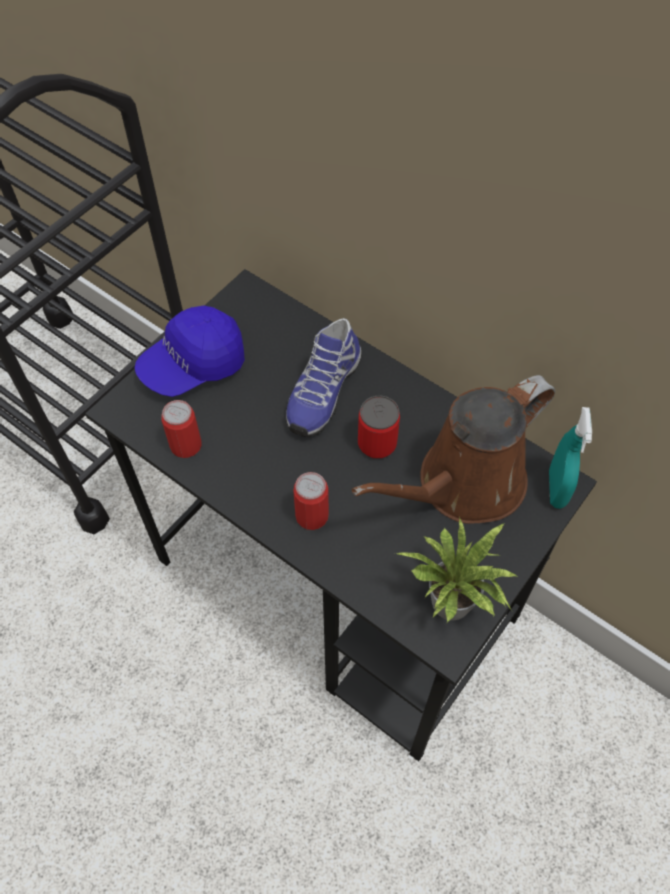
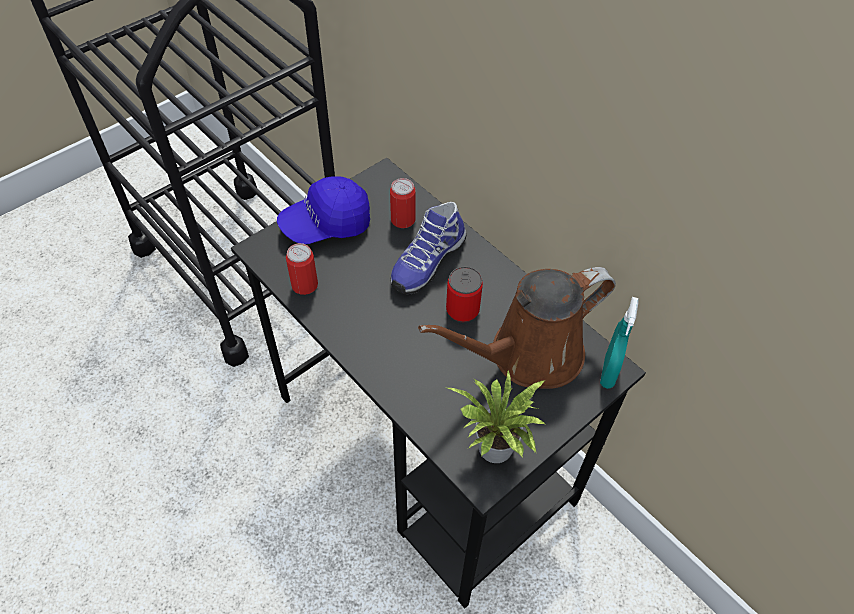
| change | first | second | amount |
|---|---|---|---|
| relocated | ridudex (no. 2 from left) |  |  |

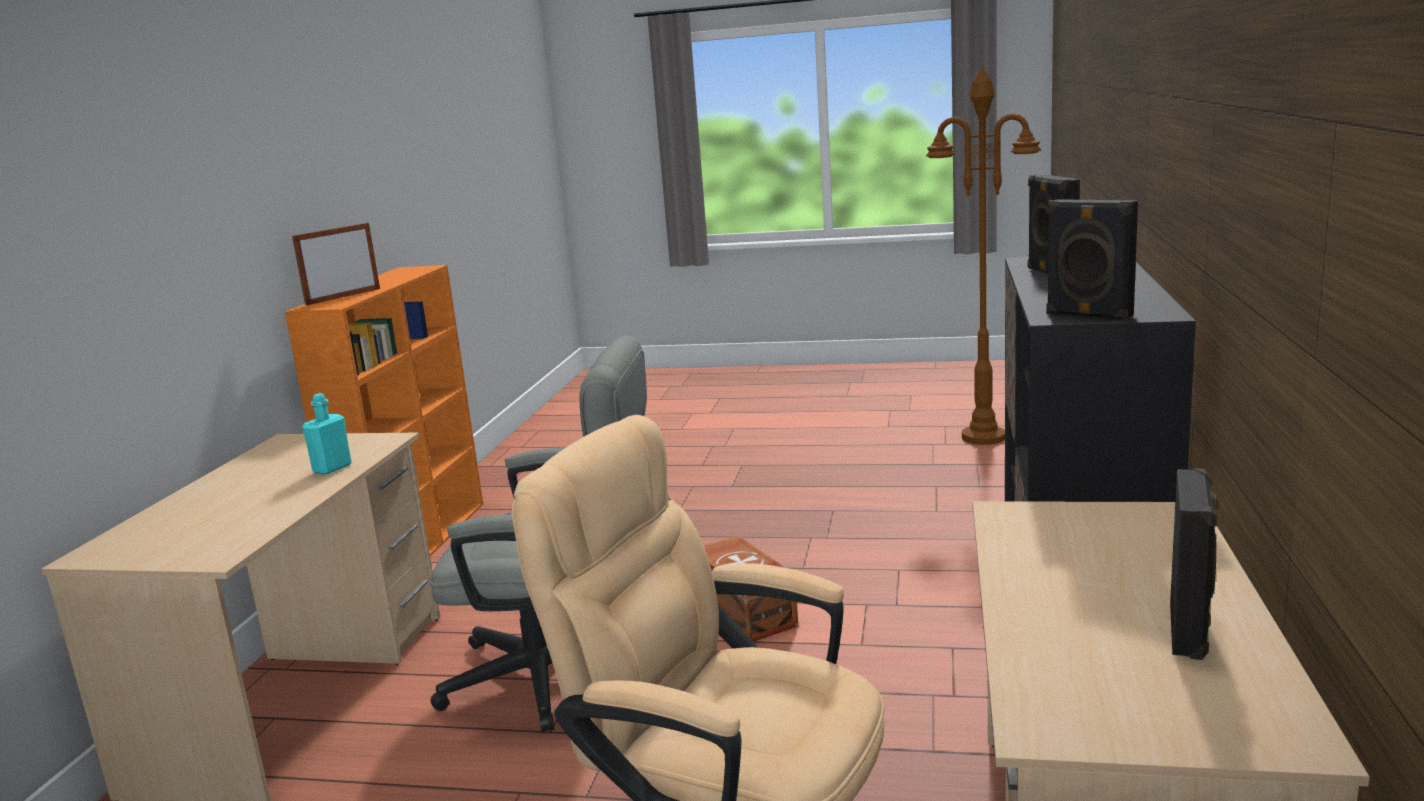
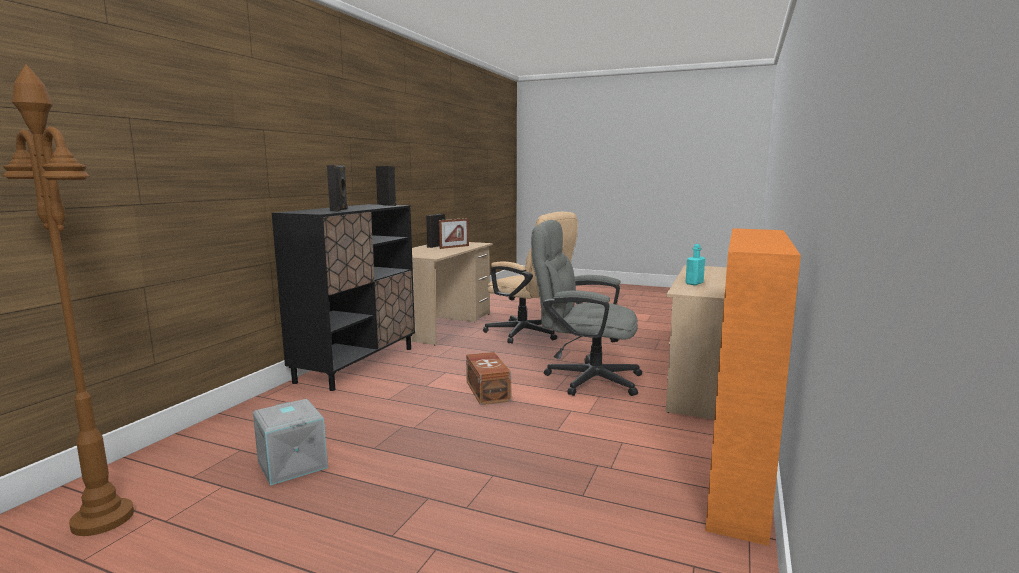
| change | first | second | amount |
|---|---|---|---|
| relocated | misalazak |  |  |
| appeared |  | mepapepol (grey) |  |

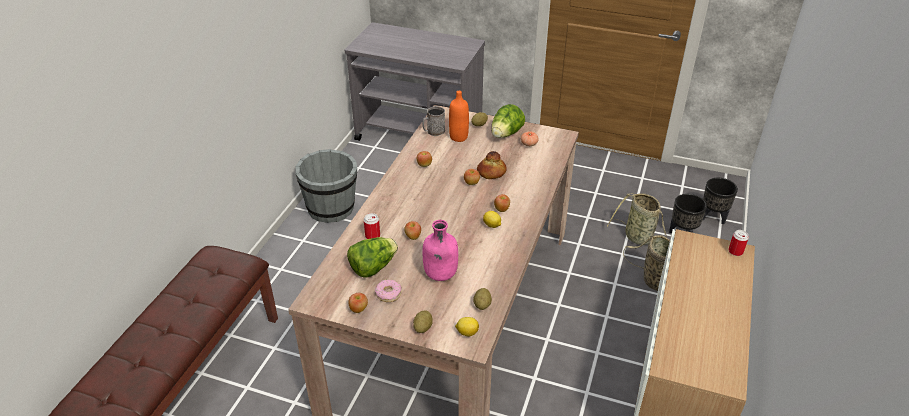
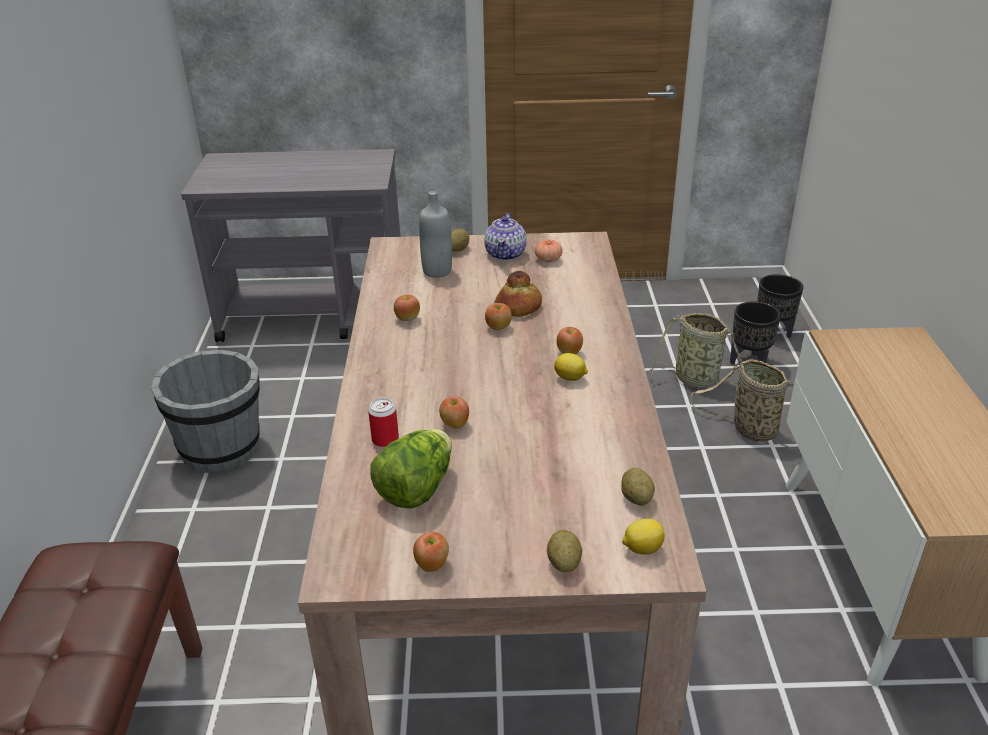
| change | first | second | amount |
|---|---|---|---|
| colour | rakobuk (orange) | rakobuk (grey) |  |
| exchanged | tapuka (no. 2 from left) | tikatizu |  |
| missing | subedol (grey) |  |  |
| missing | rakobuk (pink) |  |  |
| missing | ridudex (no. 2 from left) |  |  |
| missing | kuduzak |  |  |

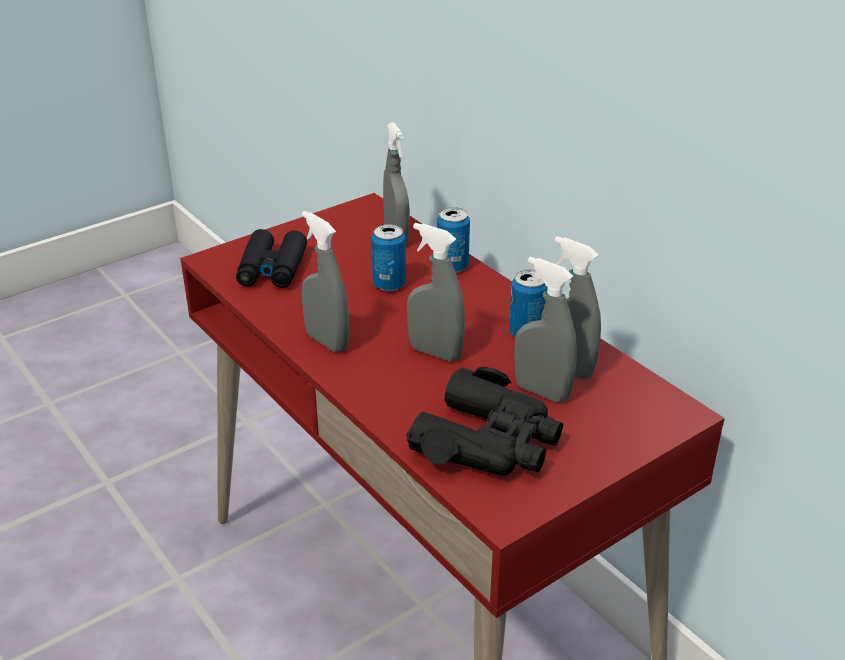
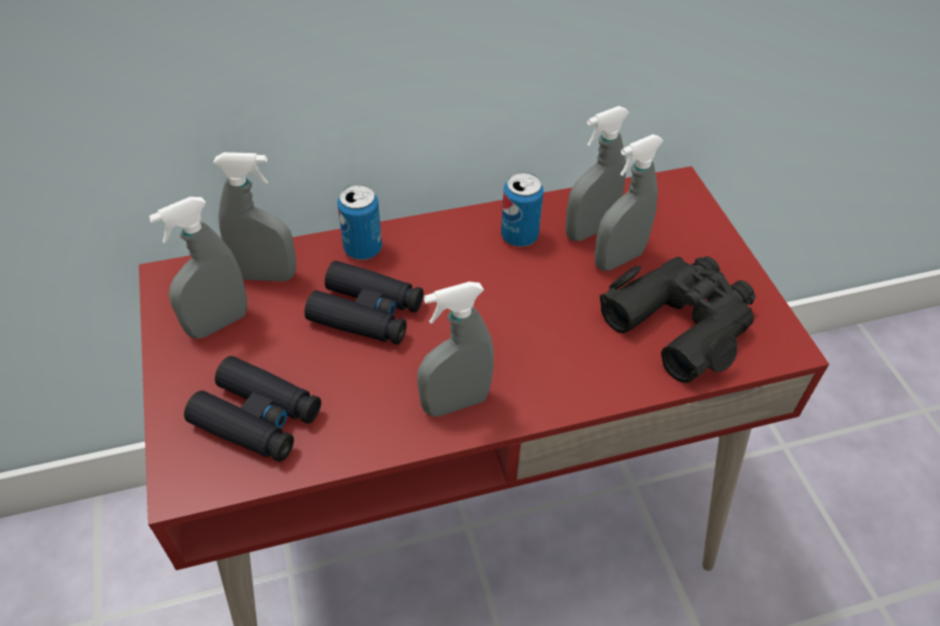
| change | first | second | amount |
|---|---|---|---|
| relocated | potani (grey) (no. 3 from left in the first image) | potani (grey) (no. 1 from left) |  |
| exchanged | ridudex (no. 1 from left) | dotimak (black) (no. 2 from left) |  |

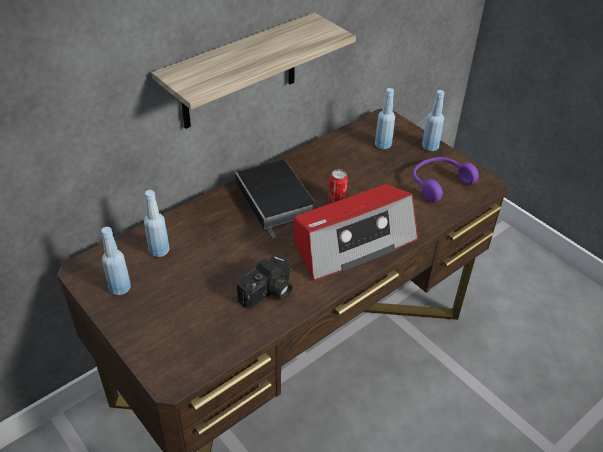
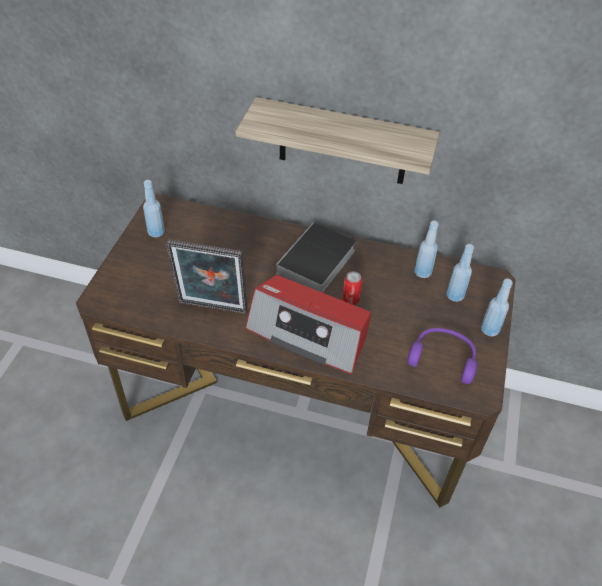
| change | first | second | amount |
|---|---|---|---|
| relocated | rakobuk (blue) (no. 2 from left) |  |  |
| exchanged | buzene | misalazak |  |

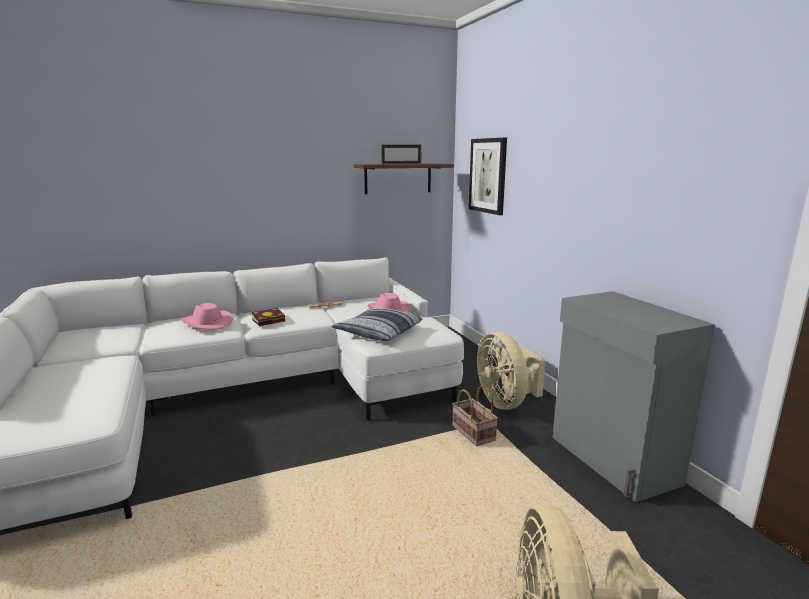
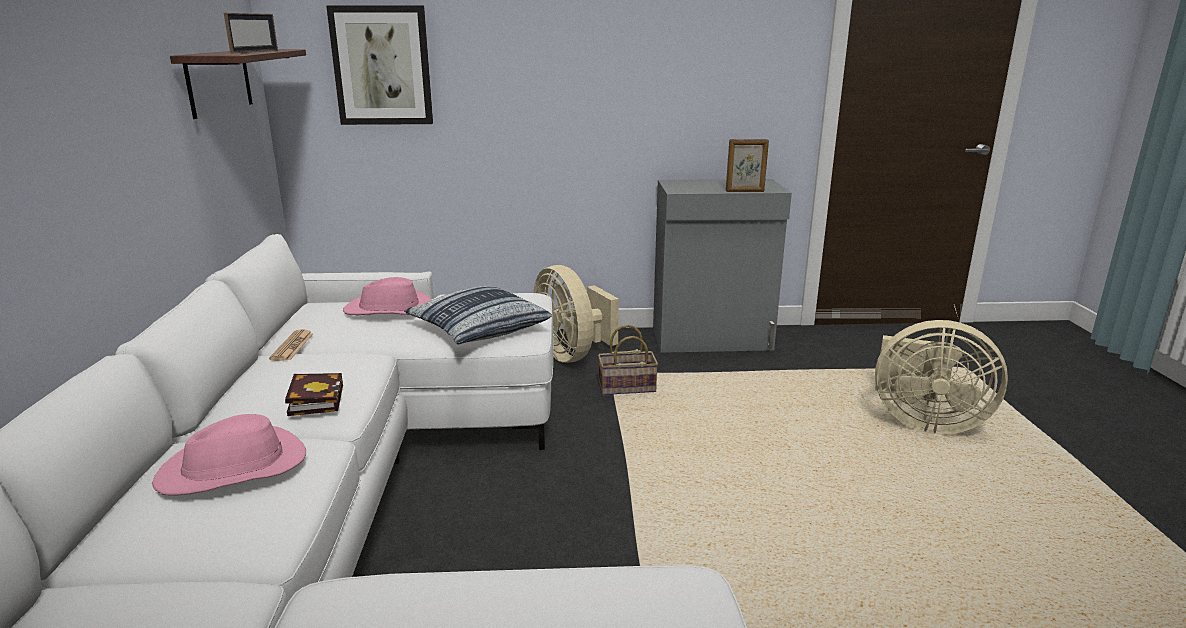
| change | first | second | amount |
|---|---|---|---|
| spun | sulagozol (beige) (no. 1 from left) |  | 60 degrees clockwise |
| appeared |  | misalazak (no. 2 from left) |  |

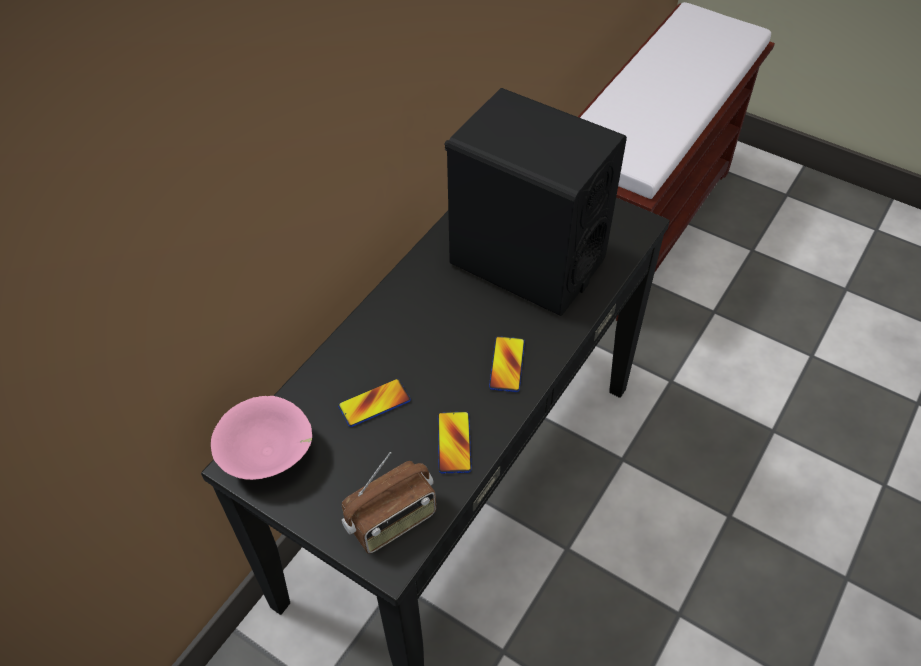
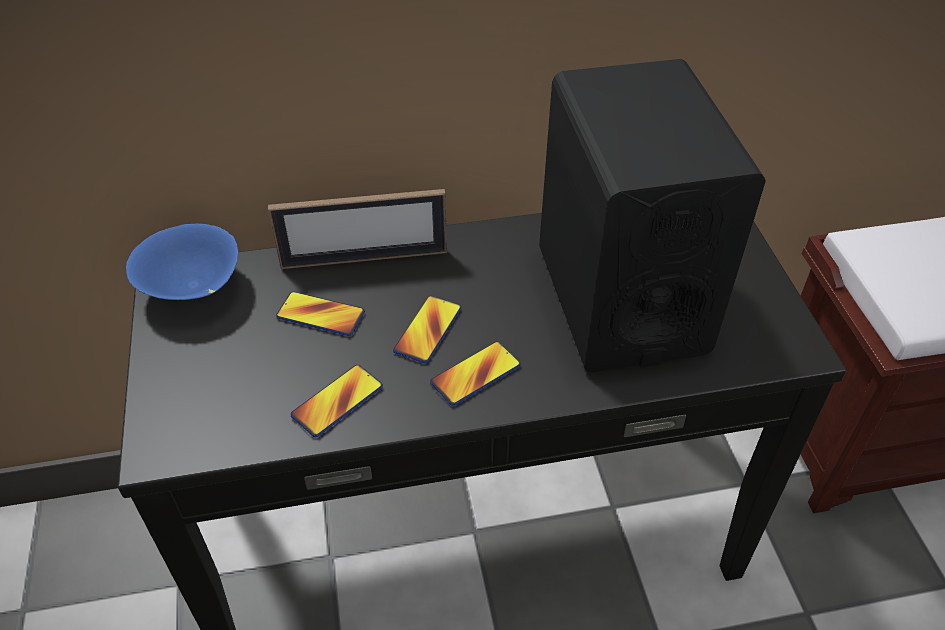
| change | first | second | amount |
|---|---|---|---|
| colour | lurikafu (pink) | lurikafu (blue) |  |
| missing | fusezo |  |  |
| appeared |  | misalazak |  |
| appeared |  | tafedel (no. 3 from left) |  |

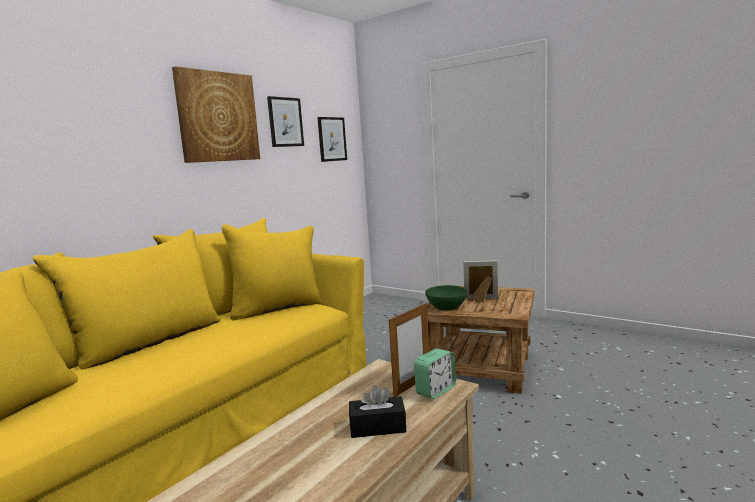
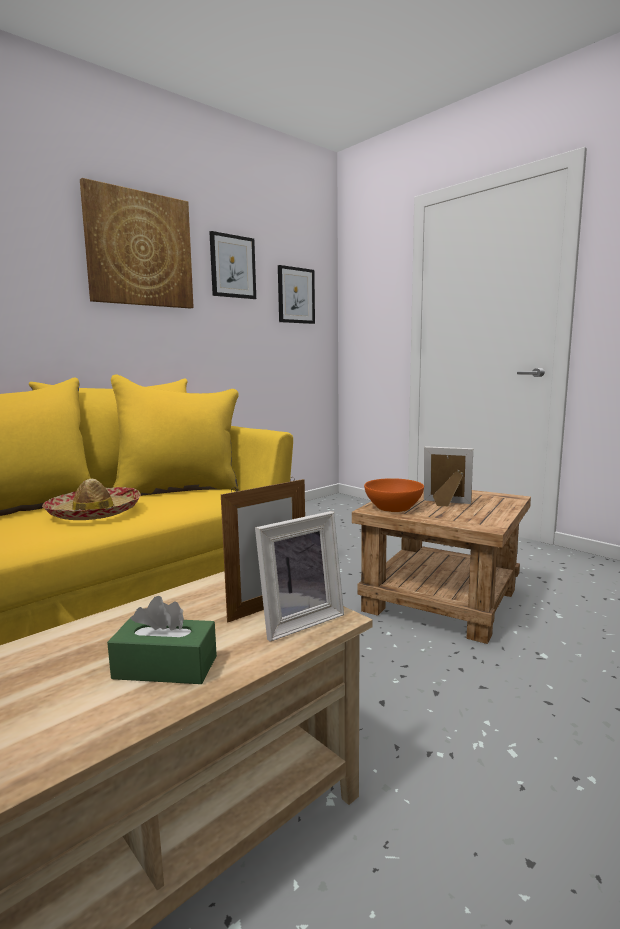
| change | first | second | amount |
|---|---|---|---|
| colour | lurikafu (green) | lurikafu (orange) |  |
| exchanged | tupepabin | misalazak (no. 2 from left) |  |
| colour | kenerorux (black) | kenerorux (green) |  |
| appeared |  | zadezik |  |

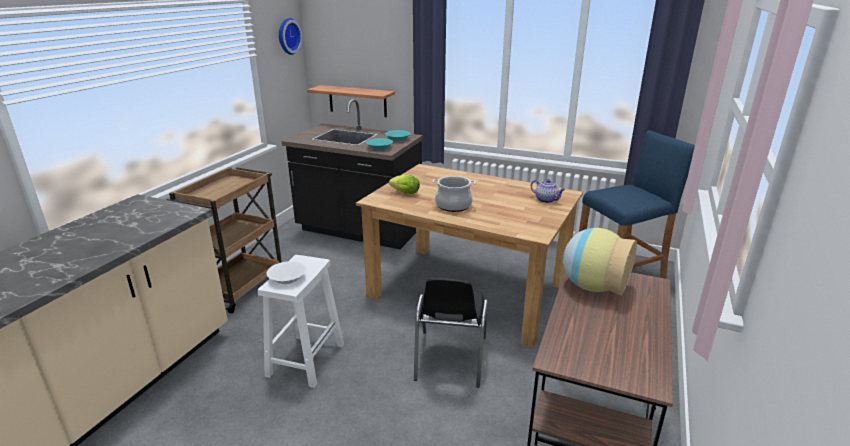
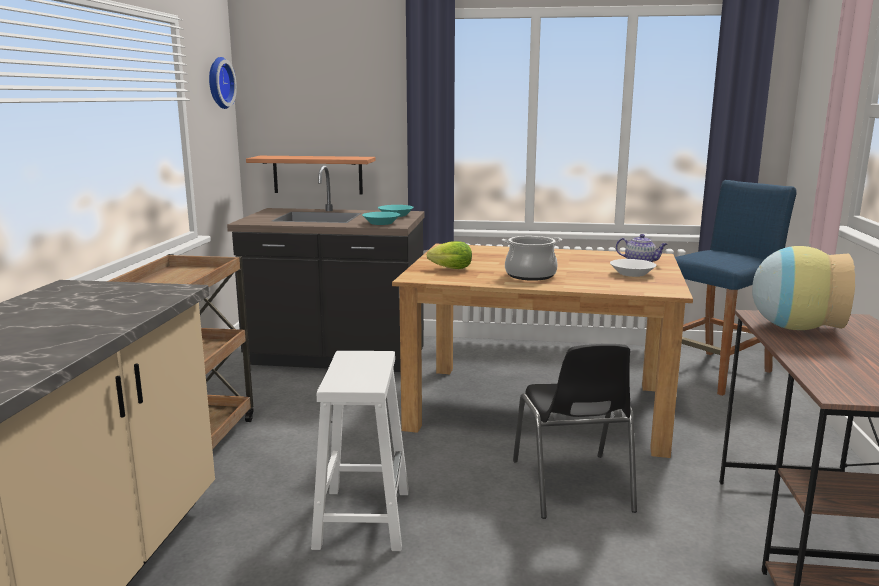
| change | first | second | amount |
|---|---|---|---|
| relocated | lurikafu (white) |  |  |

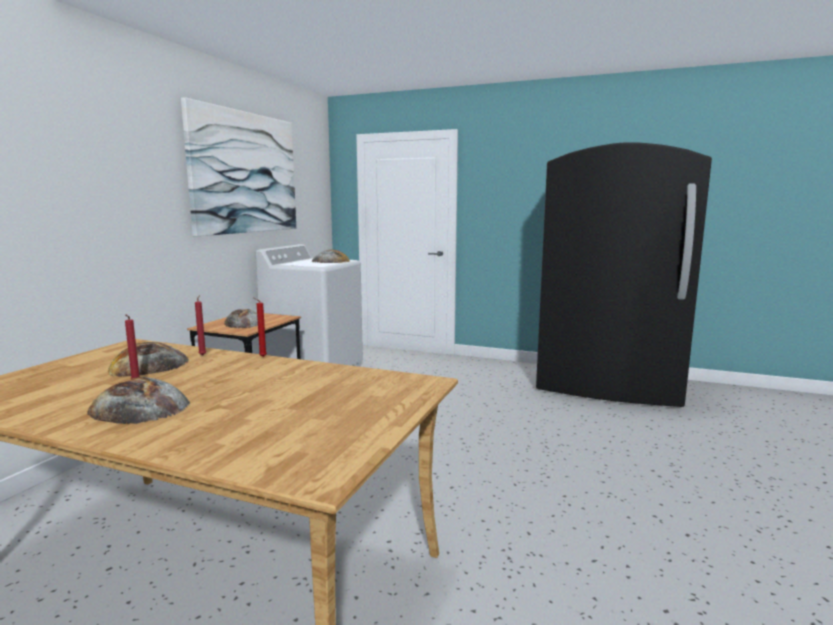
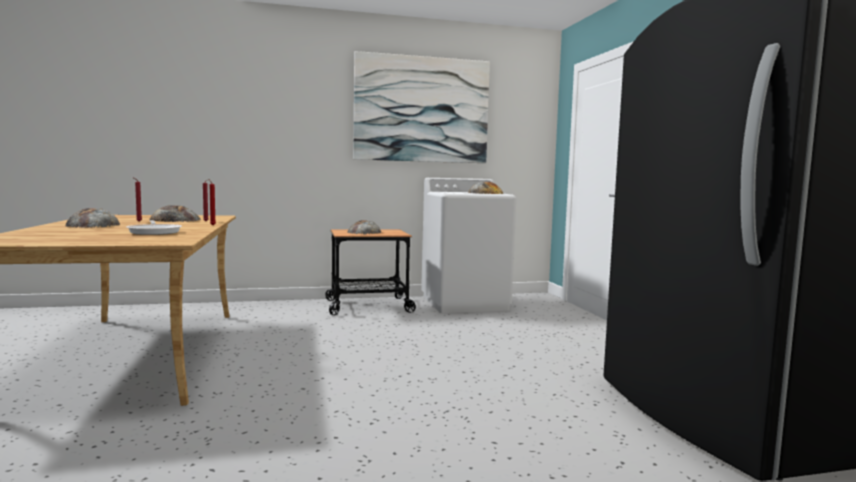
| change | first | second | amount |
|---|---|---|---|
| appeared |  | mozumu |  |

